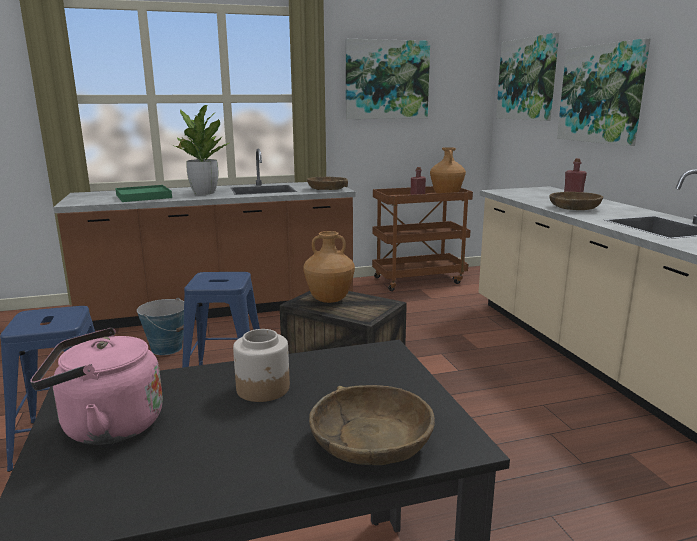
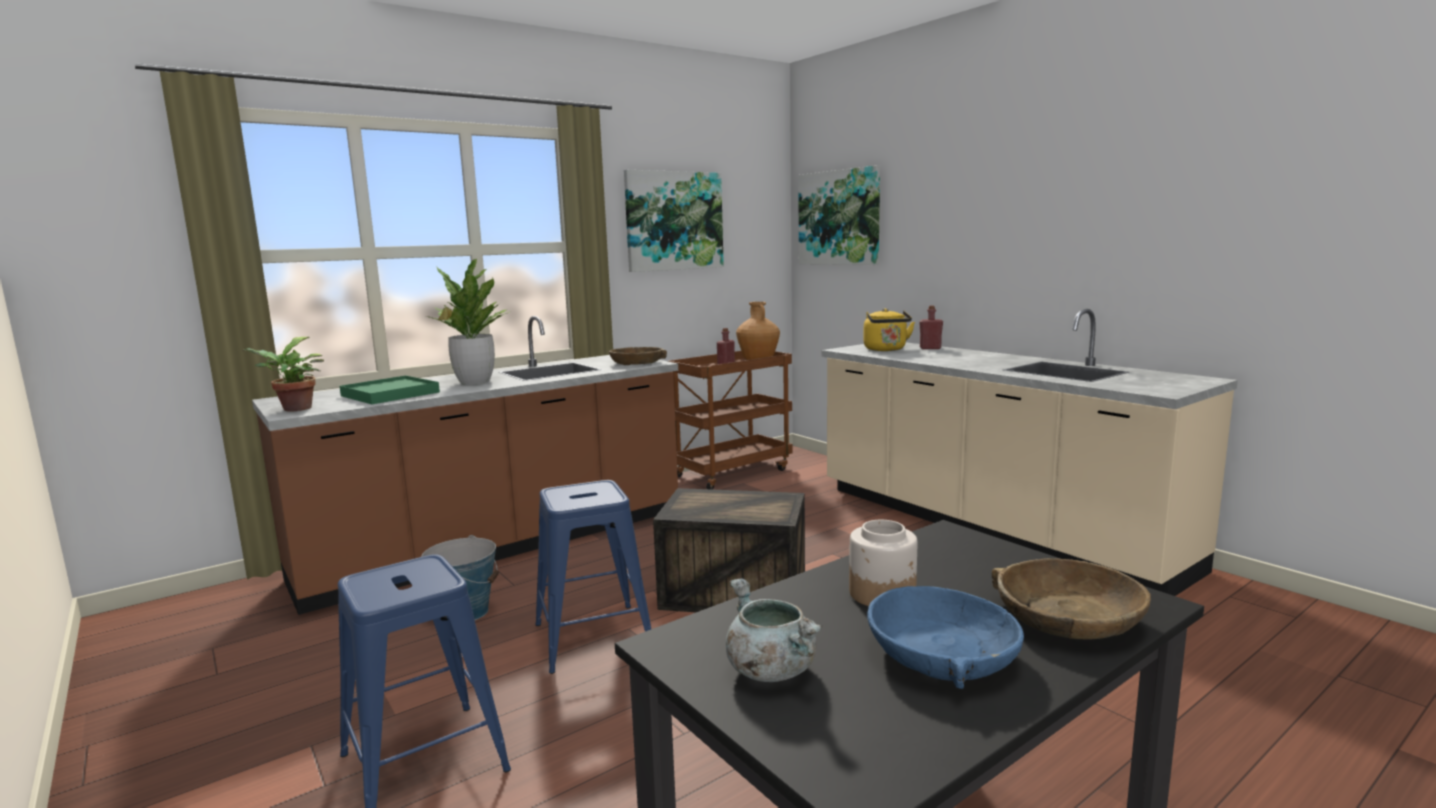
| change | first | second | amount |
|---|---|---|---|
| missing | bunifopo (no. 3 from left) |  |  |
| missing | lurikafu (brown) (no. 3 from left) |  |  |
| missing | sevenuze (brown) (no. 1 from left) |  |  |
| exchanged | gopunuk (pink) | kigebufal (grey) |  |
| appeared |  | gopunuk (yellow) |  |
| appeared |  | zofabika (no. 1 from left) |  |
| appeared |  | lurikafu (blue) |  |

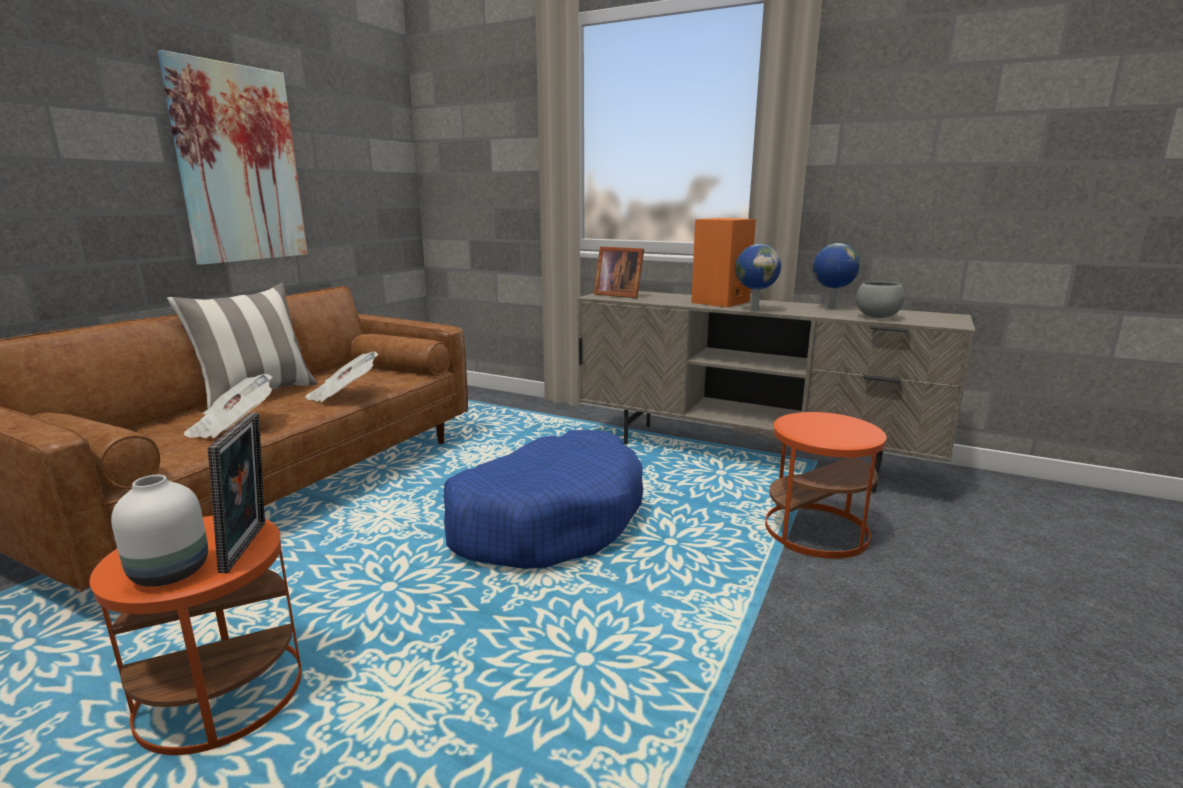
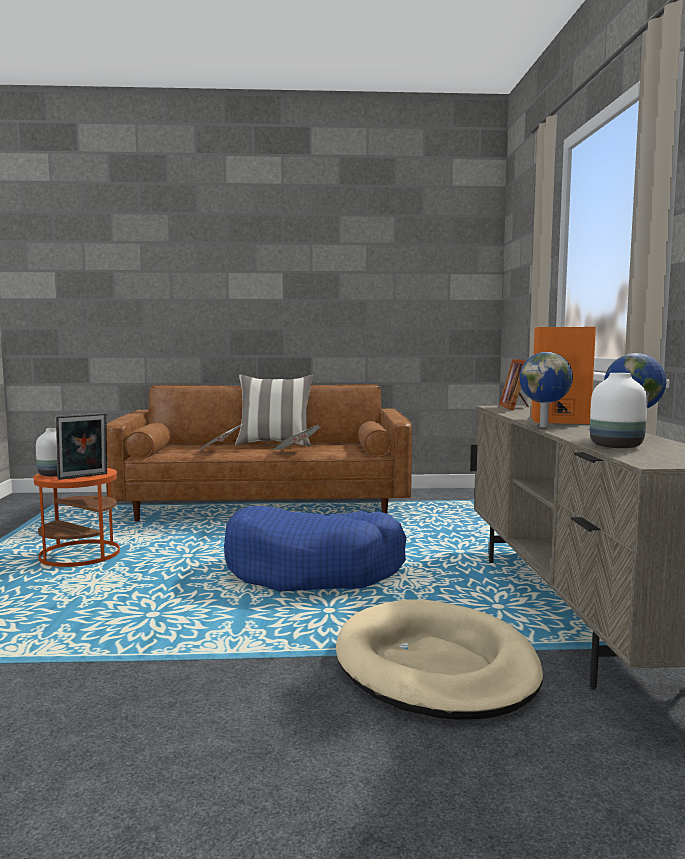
| change | first | second | amount |
|---|---|---|---|
| missing | bunifopo |  |  |
| exchanged | lurikafu (grey) | sevenuze (white) (no. 2 from left) |  |
| exchanged | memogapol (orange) (no. 2 from left) | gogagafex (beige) |  |

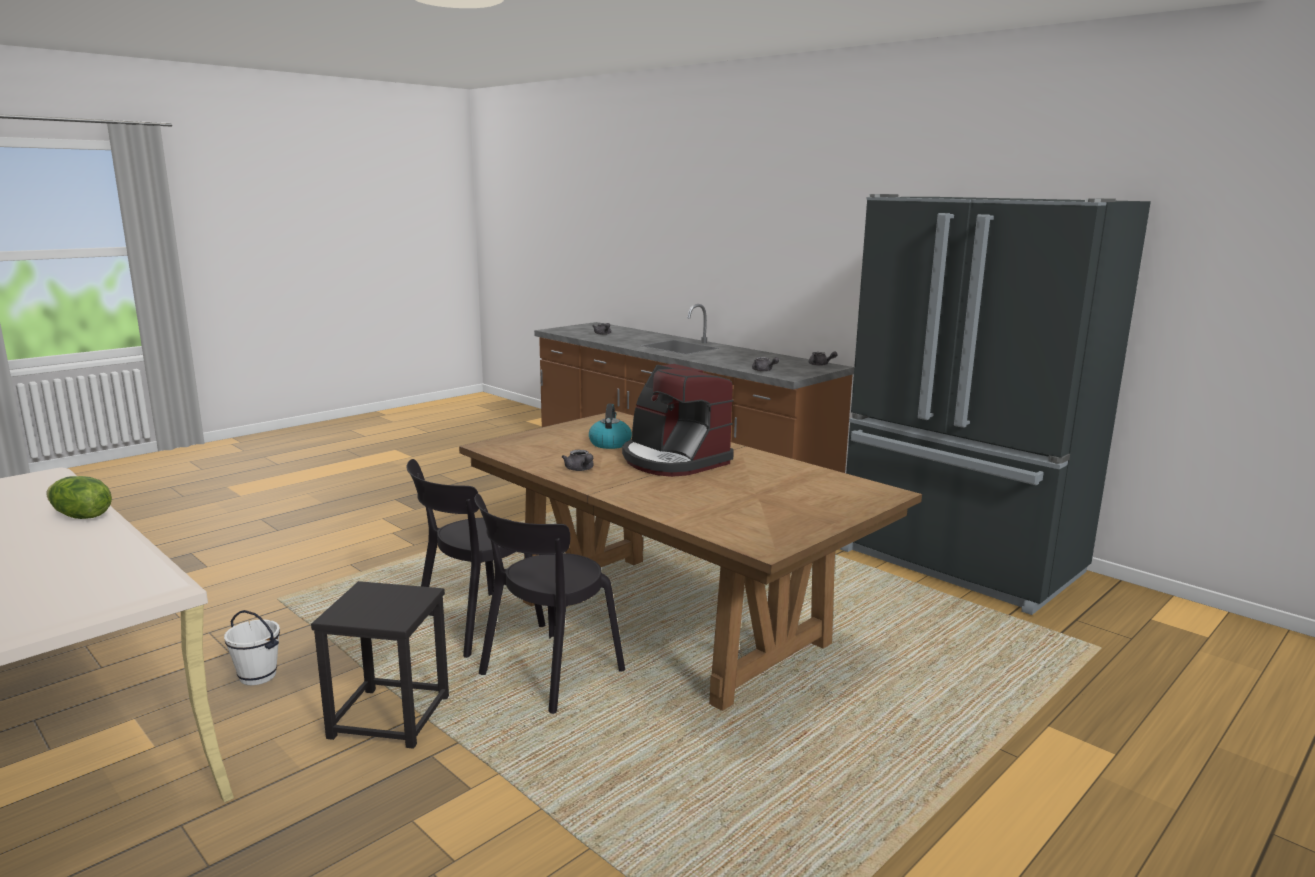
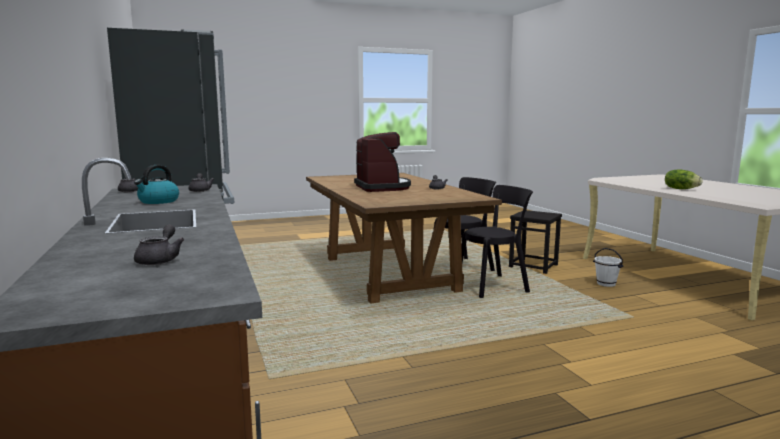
| change | first | second | amount |
|---|---|---|---|
| relocated | gopunuk |  |  |

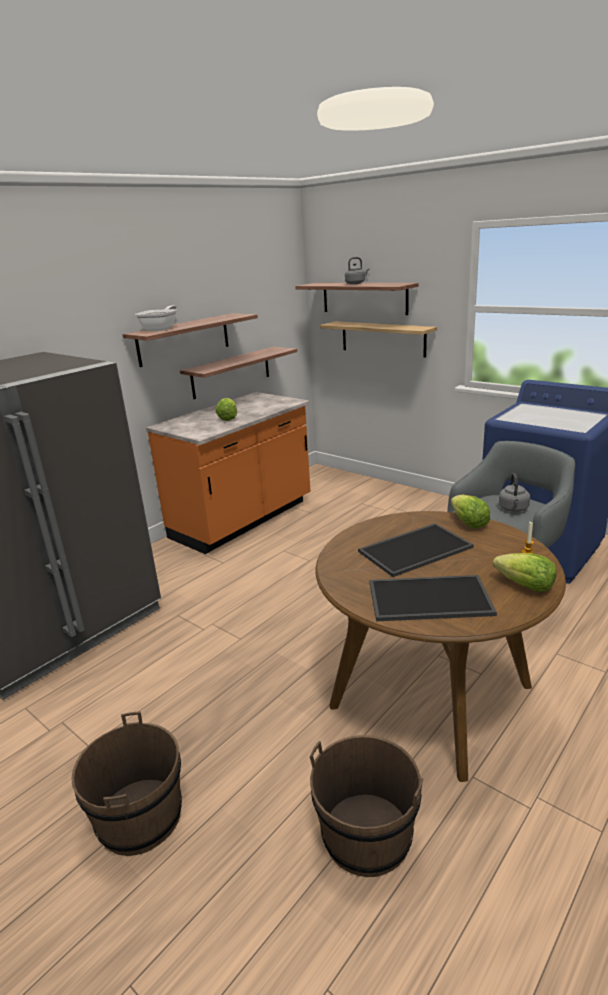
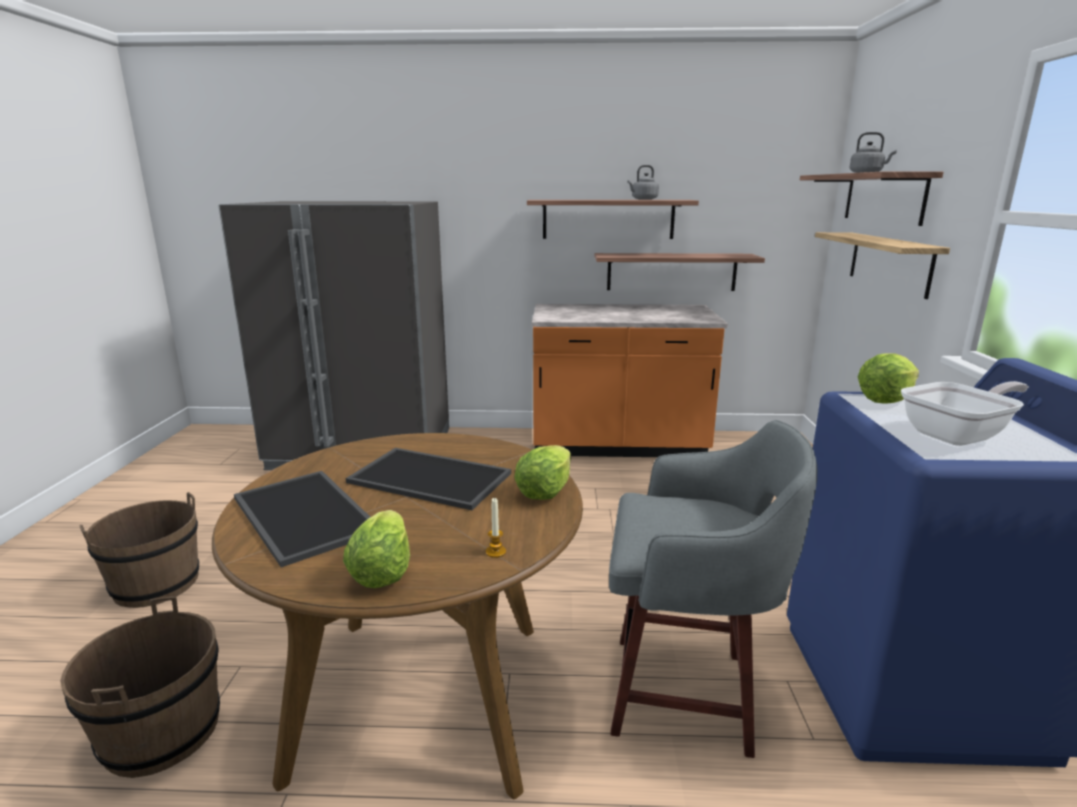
| change | first | second | amount |
|---|---|---|---|
| relocated | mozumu |  |  |
| relocated | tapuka (no. 1 from left in the first image) | tapuka (no. 3 from left) |  |
| relocated | gopunuk (grey) (no. 2 from left in the first image) | gopunuk (grey) (no. 1 from left) |  |

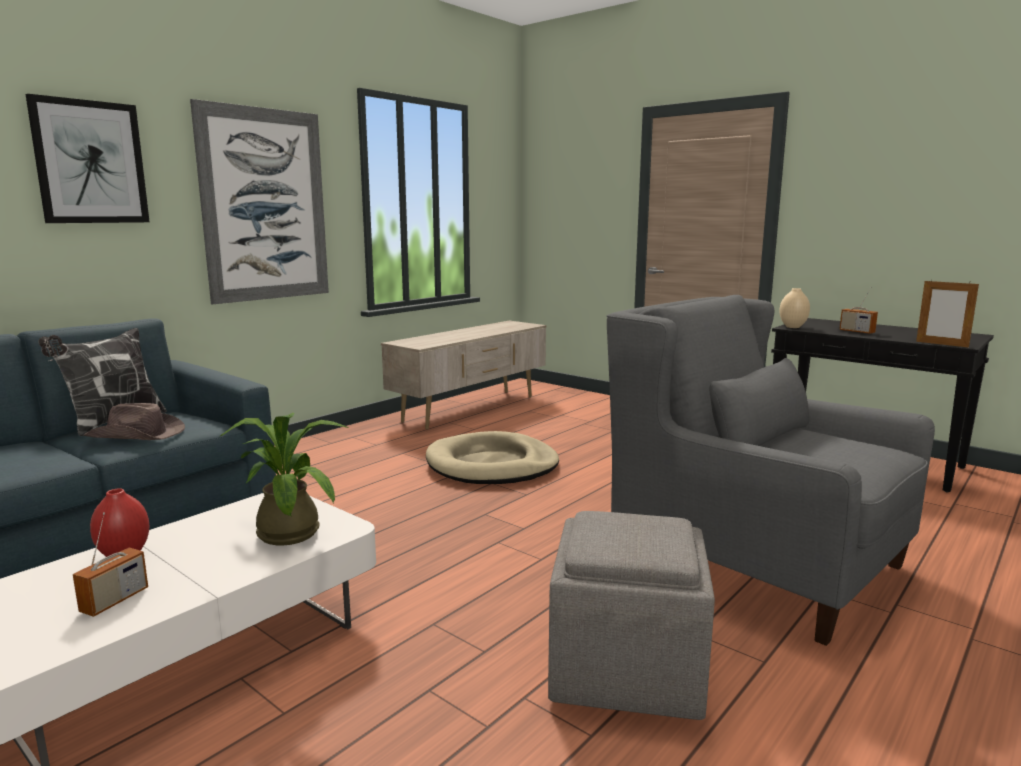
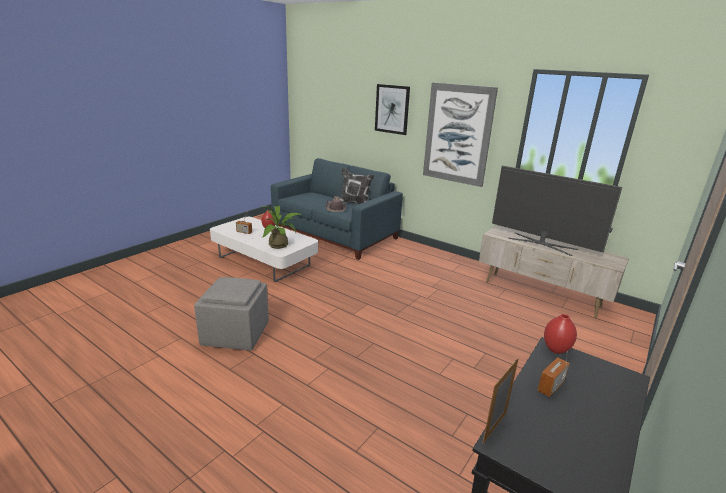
| change | first | second | amount |
|---|---|---|---|
| colour | sevenuze (beige) | sevenuze (red) (no. 2 from left) |  |
| missing | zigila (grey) |  |  |
| missing | gogagafex (beige) |  |  |
| appeared |  | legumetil |  |

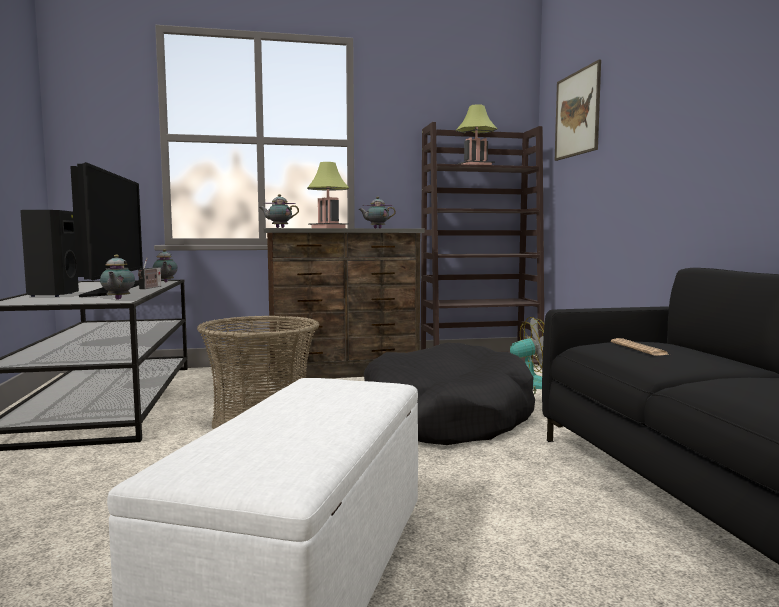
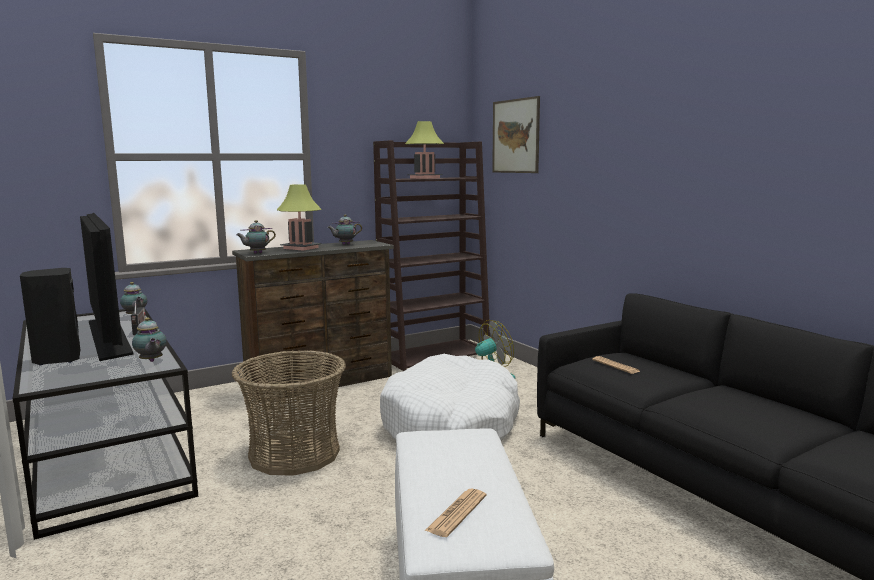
| change | first | second | amount |
|---|---|---|---|
| colour | gogagafex (black) | gogagafex (white) |  |
| appeared |  | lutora (no. 1 from left) |  |

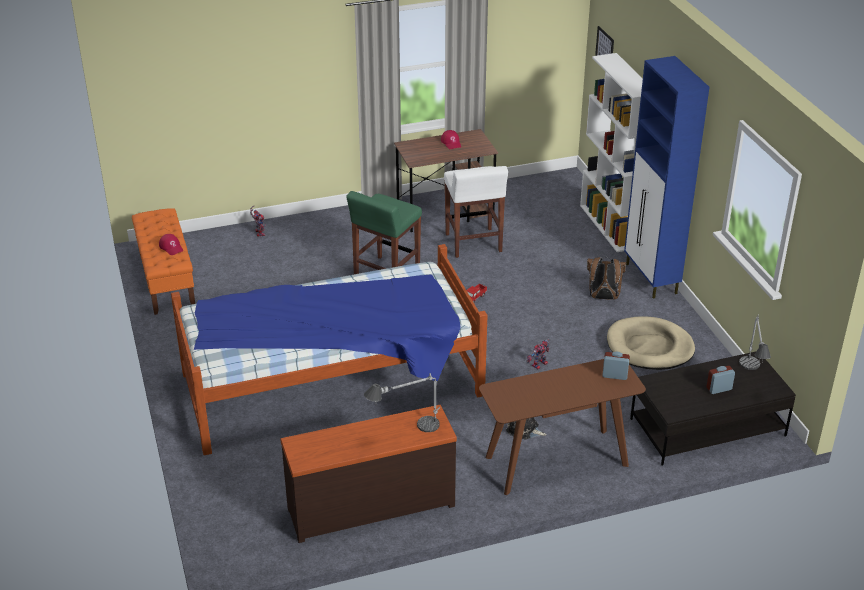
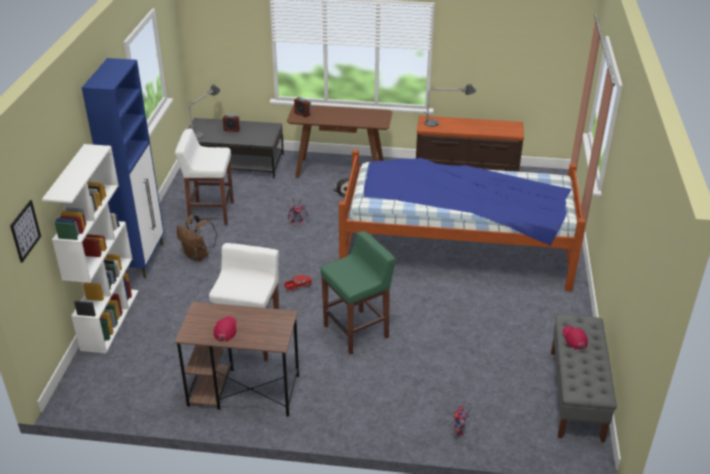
| change | first | second | amount |
|---|---|---|---|
| colour | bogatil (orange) | bogatil (grey) |  |
| exchanged | gogagafex (beige) | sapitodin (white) (no. 1 from left) |  |

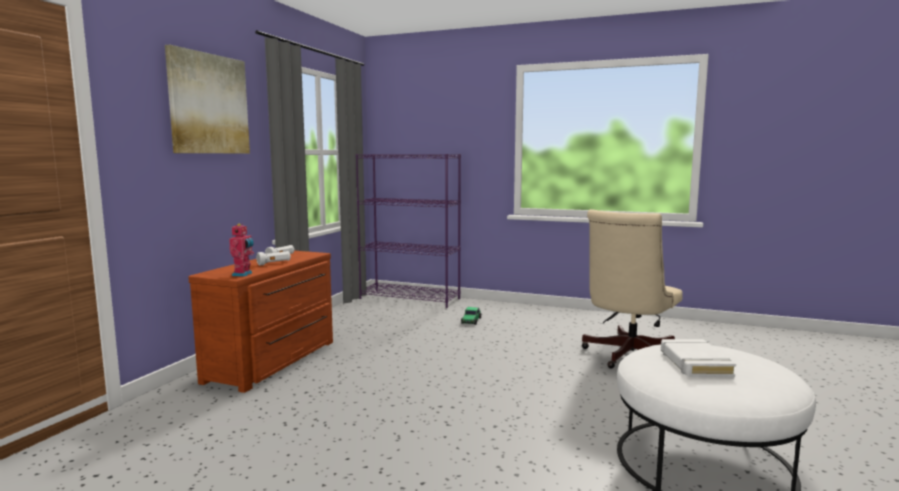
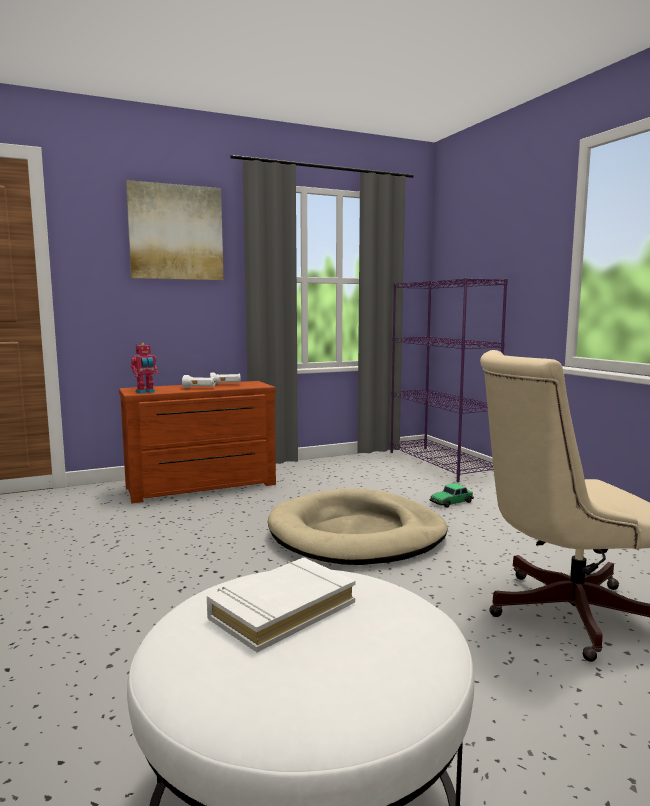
| change | first | second | amount |
|---|---|---|---|
| appeared |  | gogagafex (beige) |  |

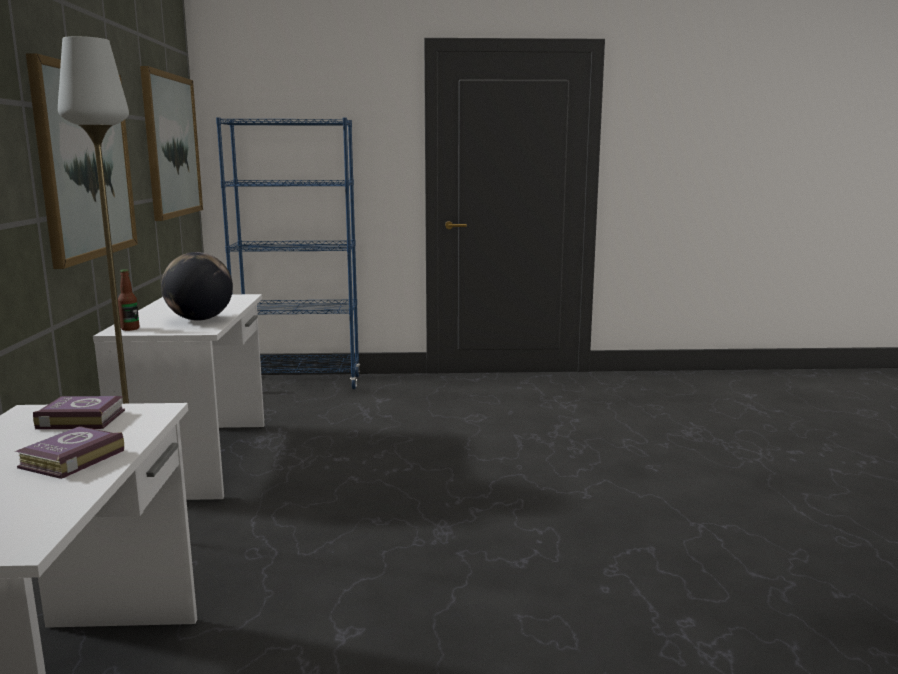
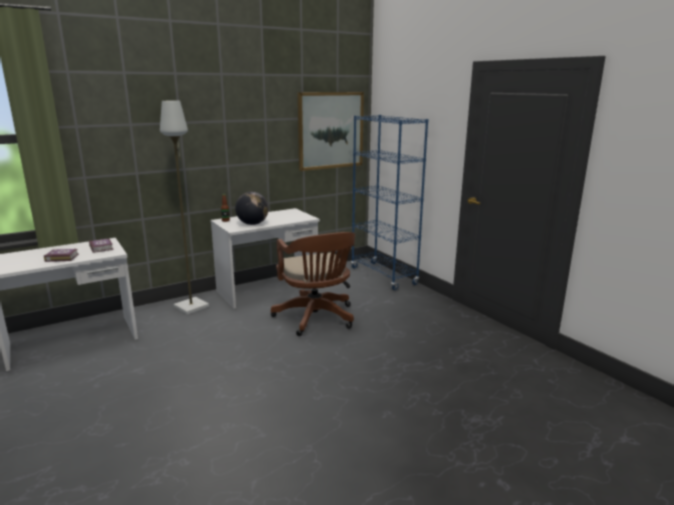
| change | first | second | amount |
|---|---|---|---|
| missing | bunifopo (no. 1 from left) |  |  |
| appeared |  | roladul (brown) |  |

